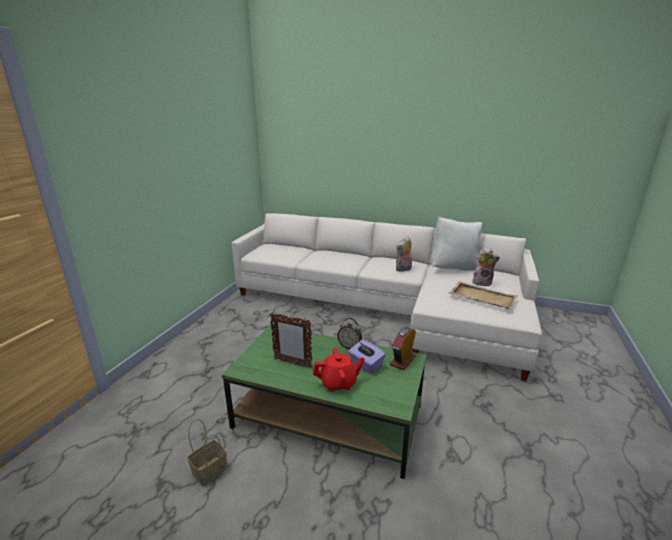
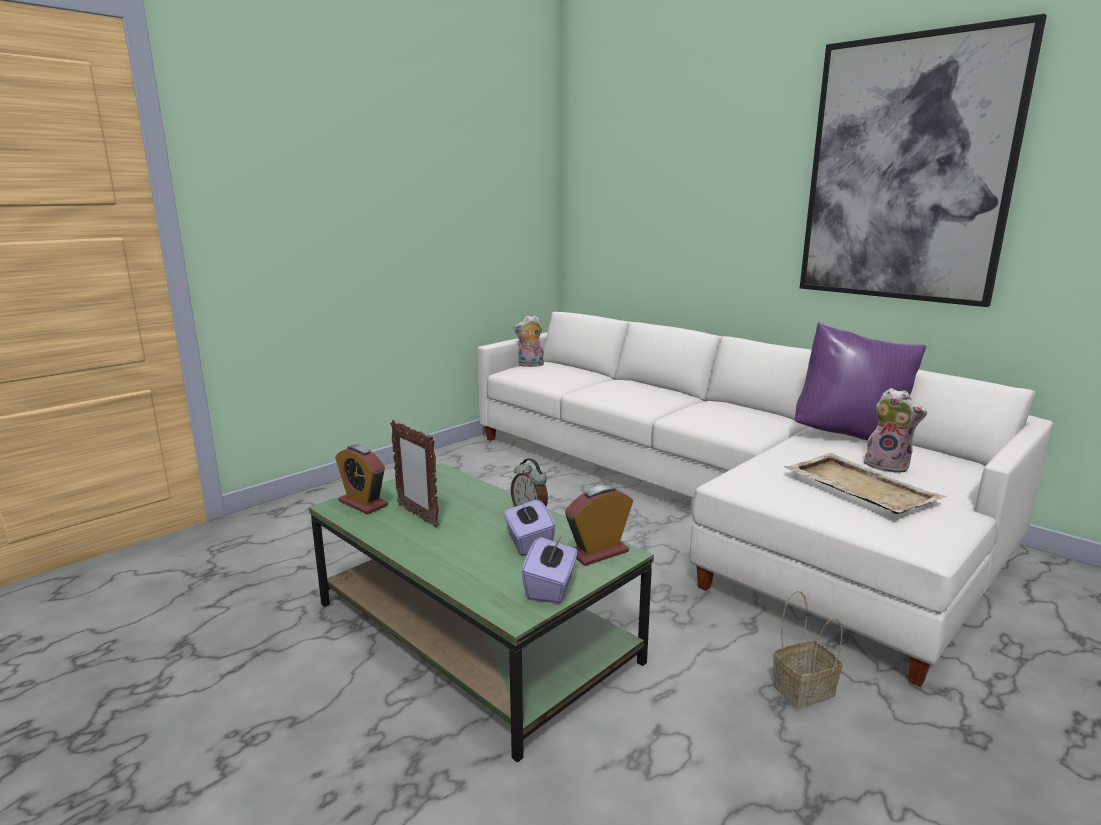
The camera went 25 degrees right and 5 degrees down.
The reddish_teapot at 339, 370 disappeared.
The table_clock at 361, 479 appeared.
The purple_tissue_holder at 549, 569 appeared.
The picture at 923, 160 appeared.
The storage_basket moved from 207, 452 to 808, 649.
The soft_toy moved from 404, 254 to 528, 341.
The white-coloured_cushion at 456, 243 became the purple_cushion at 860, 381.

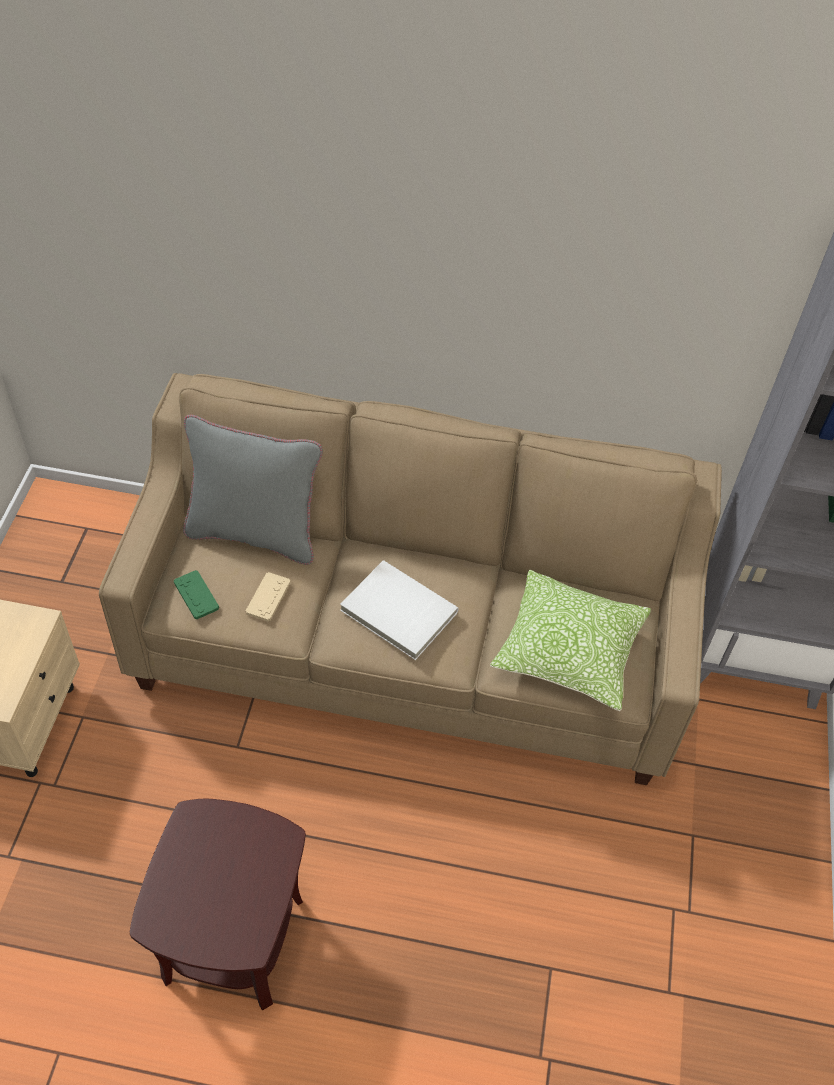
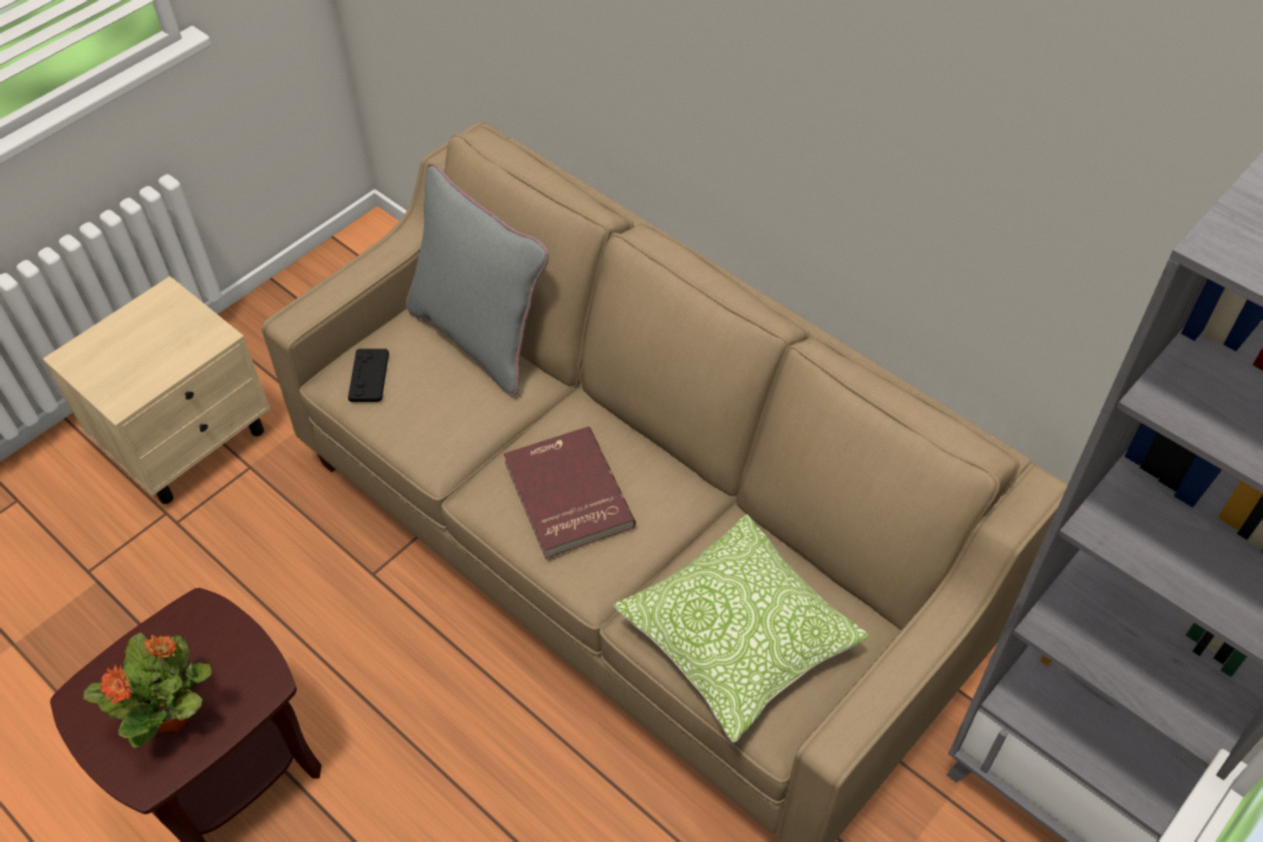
The camera went 35 degrees right and 0 degrees up.
The beige-coloured_game_controller at 268, 597 disappeared.
The potted_plant at 147, 690 appeared.
The green_game_controller at 196, 594 became the blackish_game_controller at 368, 375.
The white-coloured_volume at 399, 610 became the reddish_volume at 570, 492.

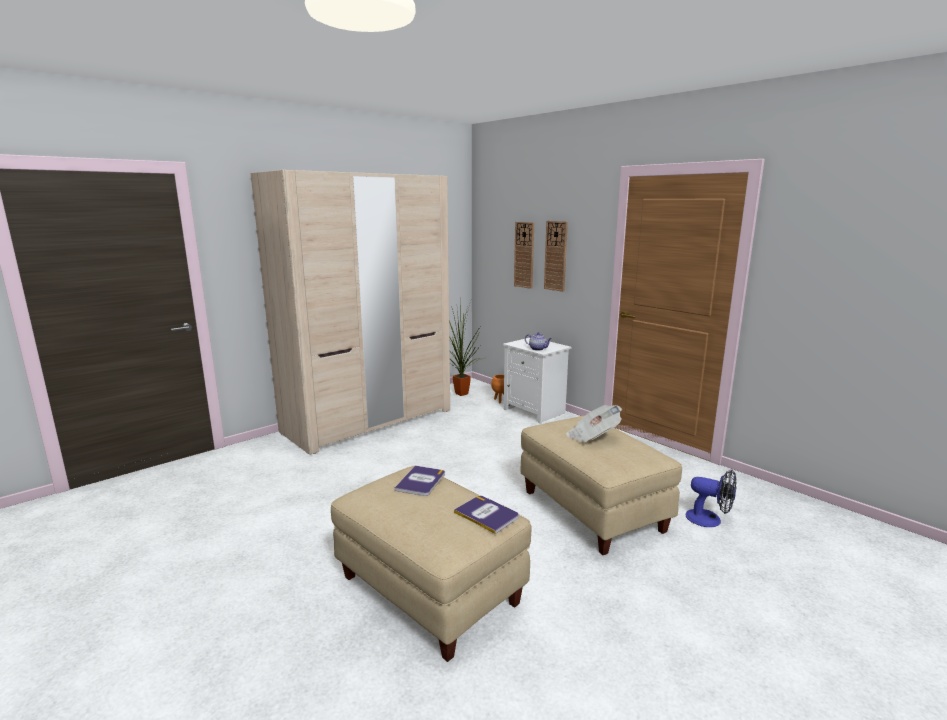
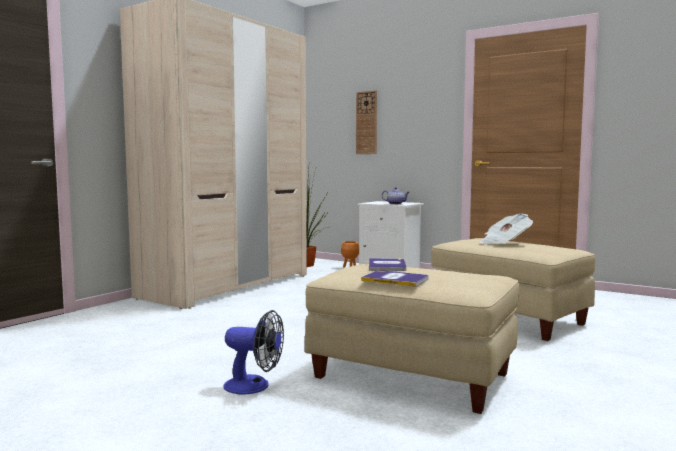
The camera went 15 degrees left and 10 degrees down.
The clock_on_the_wall at 556, 256 disappeared.
The volume moved from 486, 515 to 395, 278.
The electric_fan moved from 711, 498 to 253, 352.

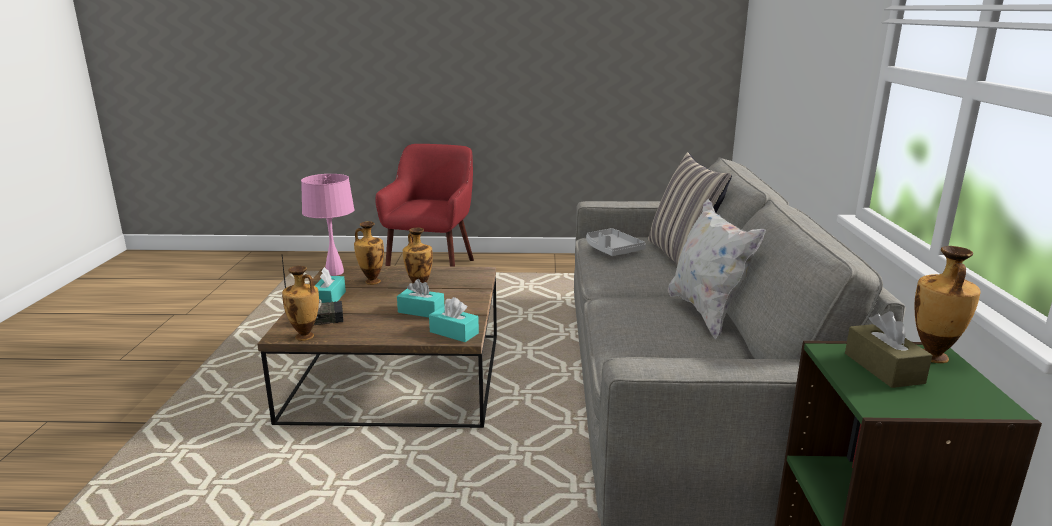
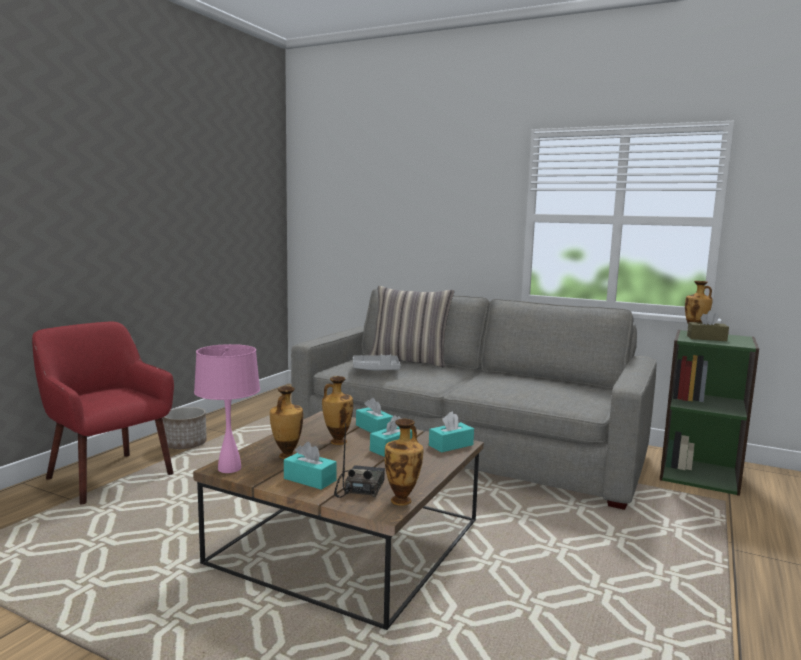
The camera went 65 degrees left and 10 degrees down.
The white-coloured_cushion at 717, 269 disappeared.
The flower_pot at 184, 428 appeared.
The turquoise-coloured_tissue_holder at 374, 415 appeared.

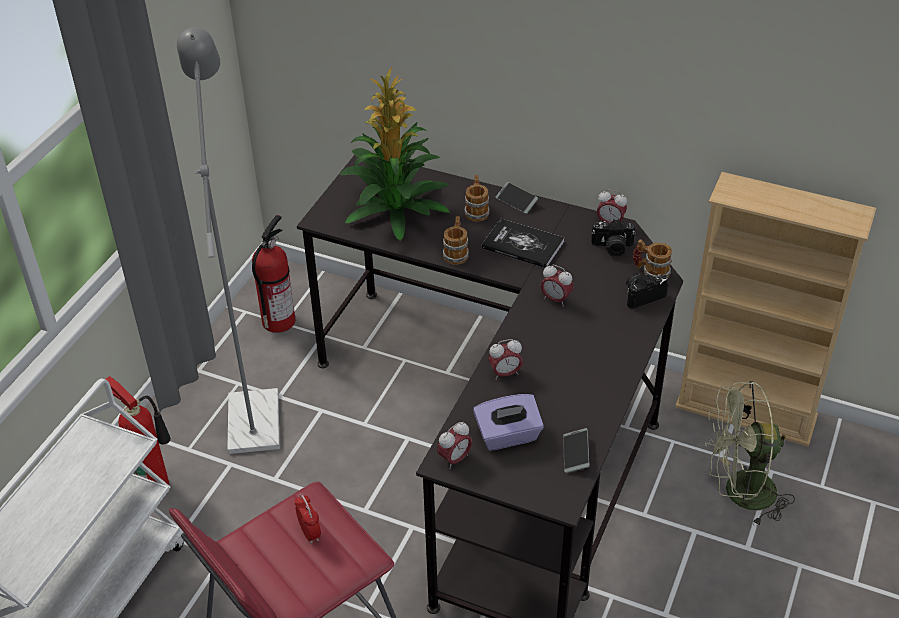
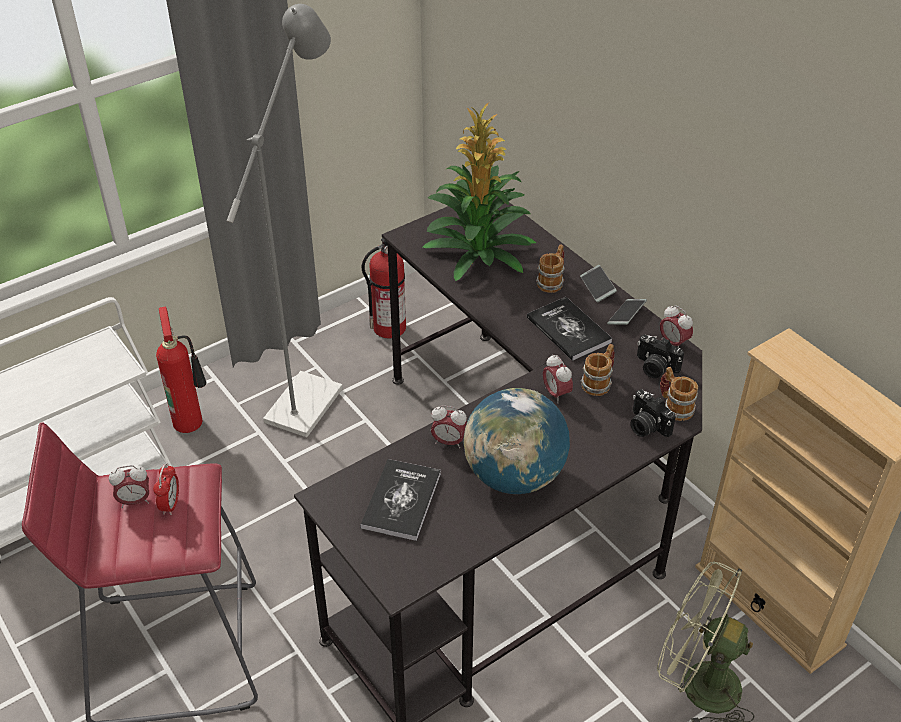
The camera went 30 degrees right and 0 degrees up.
The world_globe at 517, 441 appeared.
The table_clock moved from 454, 445 to 129, 486.
The tea_mug moved from 456, 240 to 598, 370.
The phone moved from 576, 450 to 627, 312.
The purple_tissue_holder at 508, 422 was replaced by the volume at 400, 500.
The still_camera at 647, 291 turned 135 degrees counterclockwise.

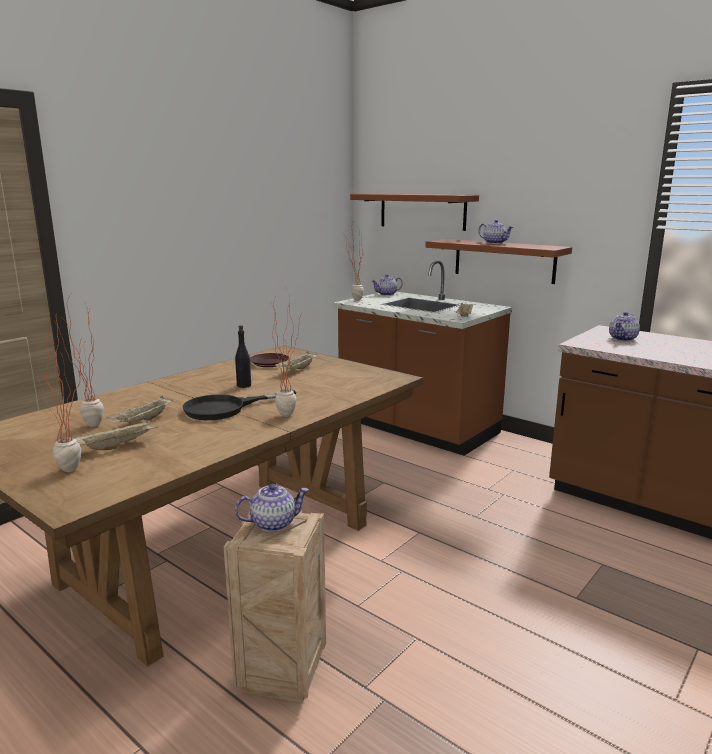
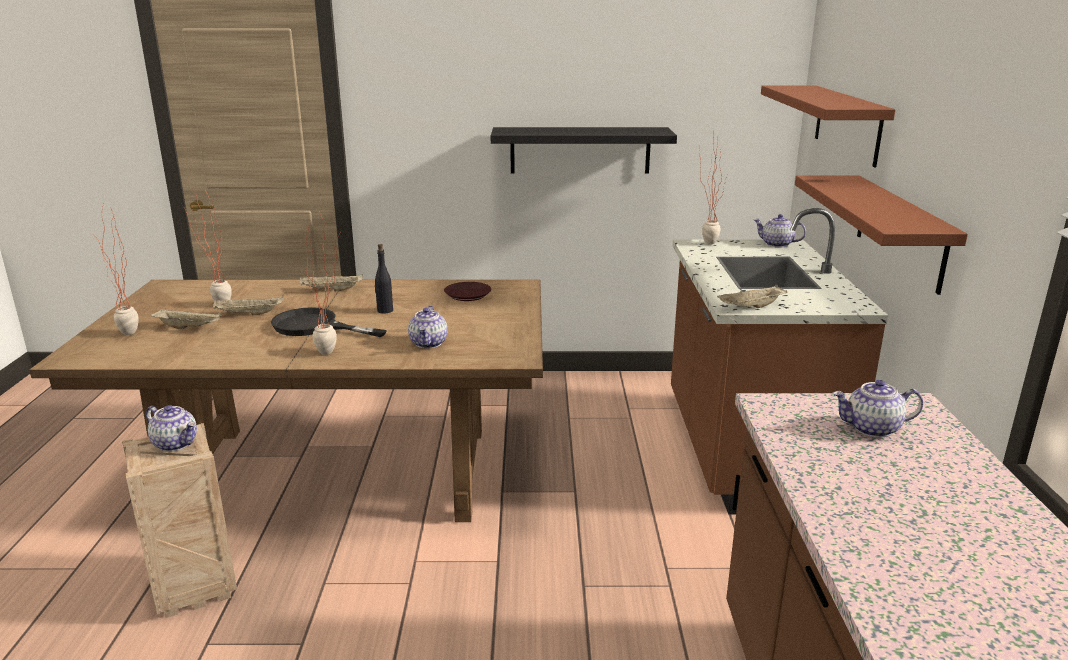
The camera went 50 degrees right and 5 degrees up.
The blackish_bracket_shelf at 584, 150 appeared.
The beige-coloured_tray moved from 296, 361 to 331, 282.
The teapot moved from 495, 232 to 427, 327.

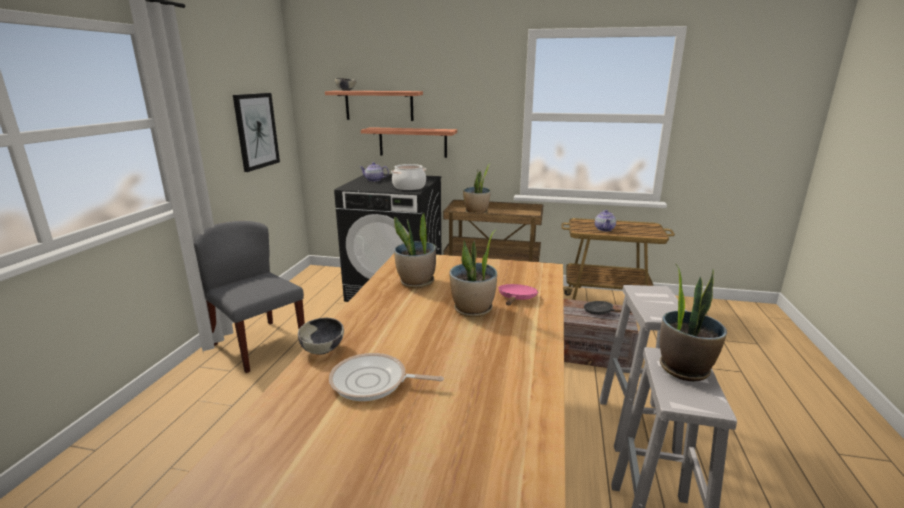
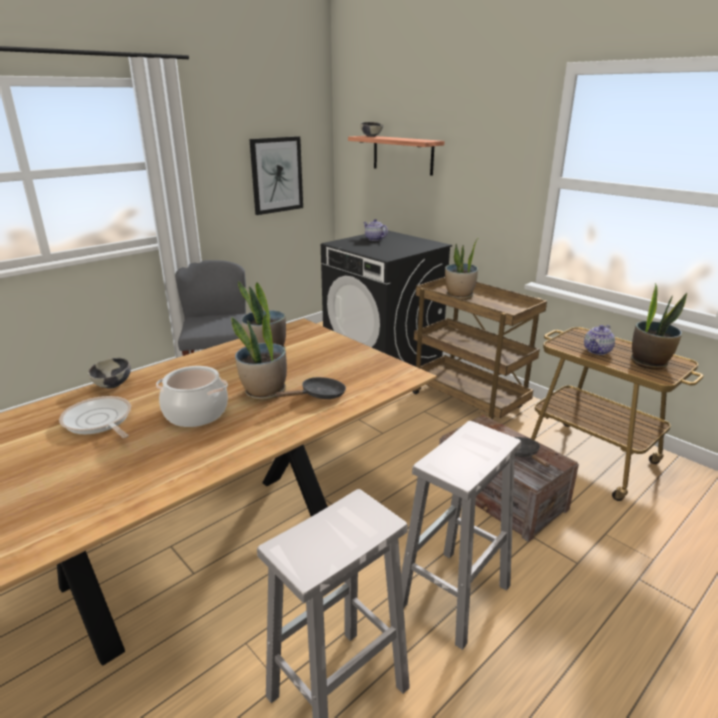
The camera went 35 degrees right and 5 degrees up.
The bracket_shelf at 409, 142 disappeared.
The saucepot moved from 408, 177 to 192, 396.
The potted_plant moved from 693, 322 to 659, 326.
The pink_skillet at 518, 294 became the blackish_skillet at 311, 388.

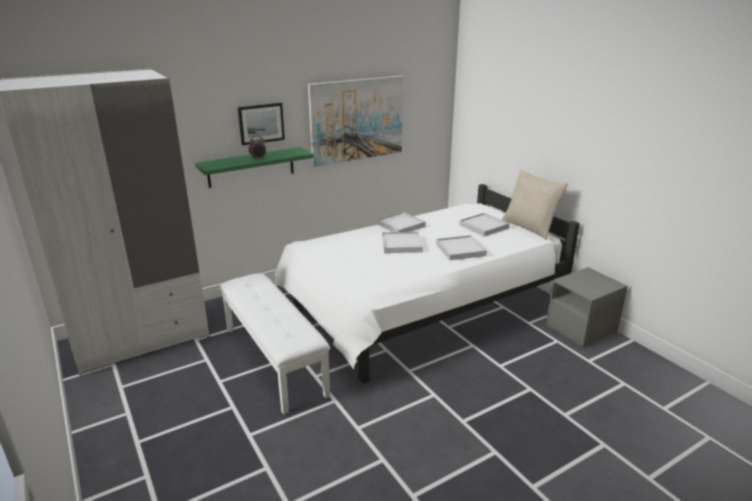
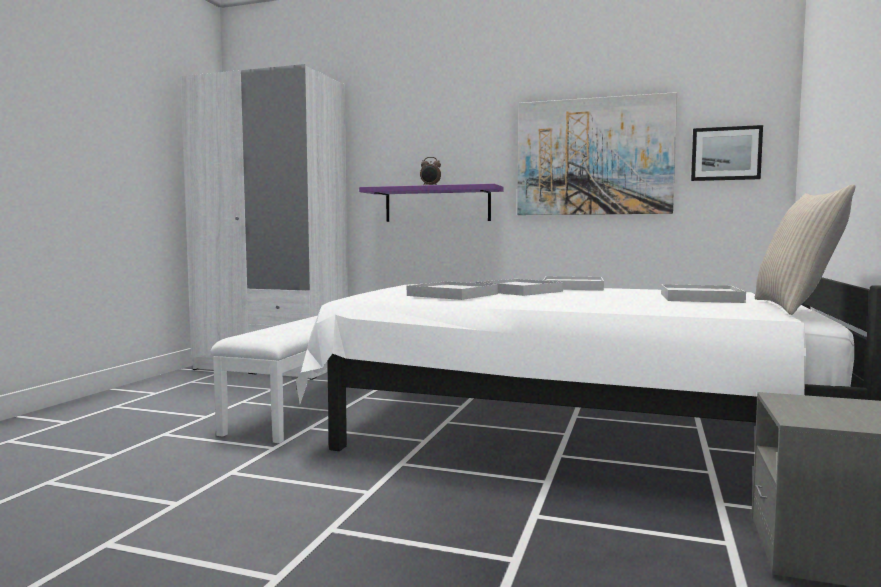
The camera went 50 degrees right and 20 degrees down.
The picture moved from 261, 124 to 727, 153.
The white-coloured_tray moved from 461, 247 to 452, 290.
The green_bracket_shelf at 254, 167 became the purple_bracket_shelf at 431, 203.

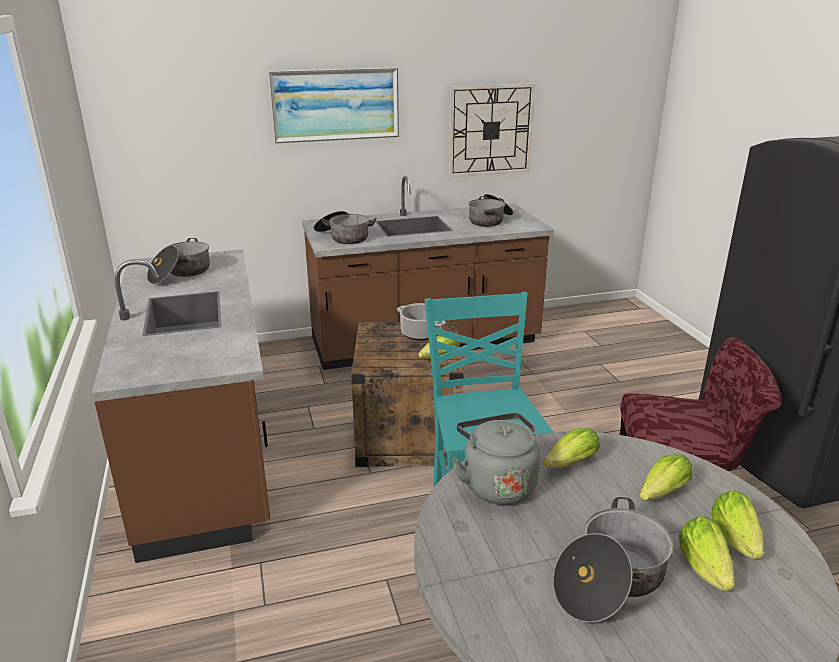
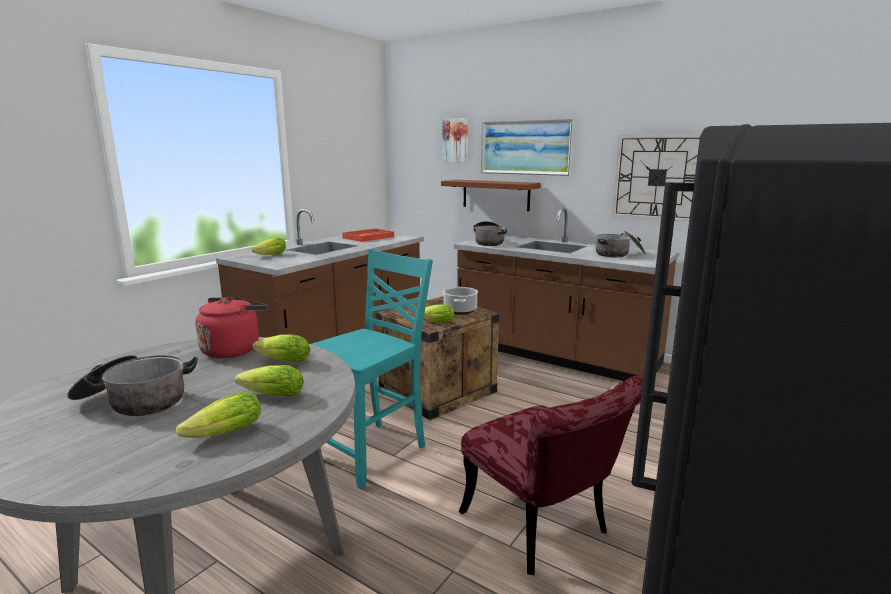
The camera went 50 degrees right and 10 degrees down.
The brown_bracket_shelf at 491, 195 appeared.
The picture at 455, 140 appeared.
The lettuce moved from 707, 553 to 269, 246.
The saucepot at 178, 261 was replaced by the reddish_tray at 368, 235.
The greyish_tea_kettle at 496, 459 became the reddish_tea_kettle at 231, 327.

